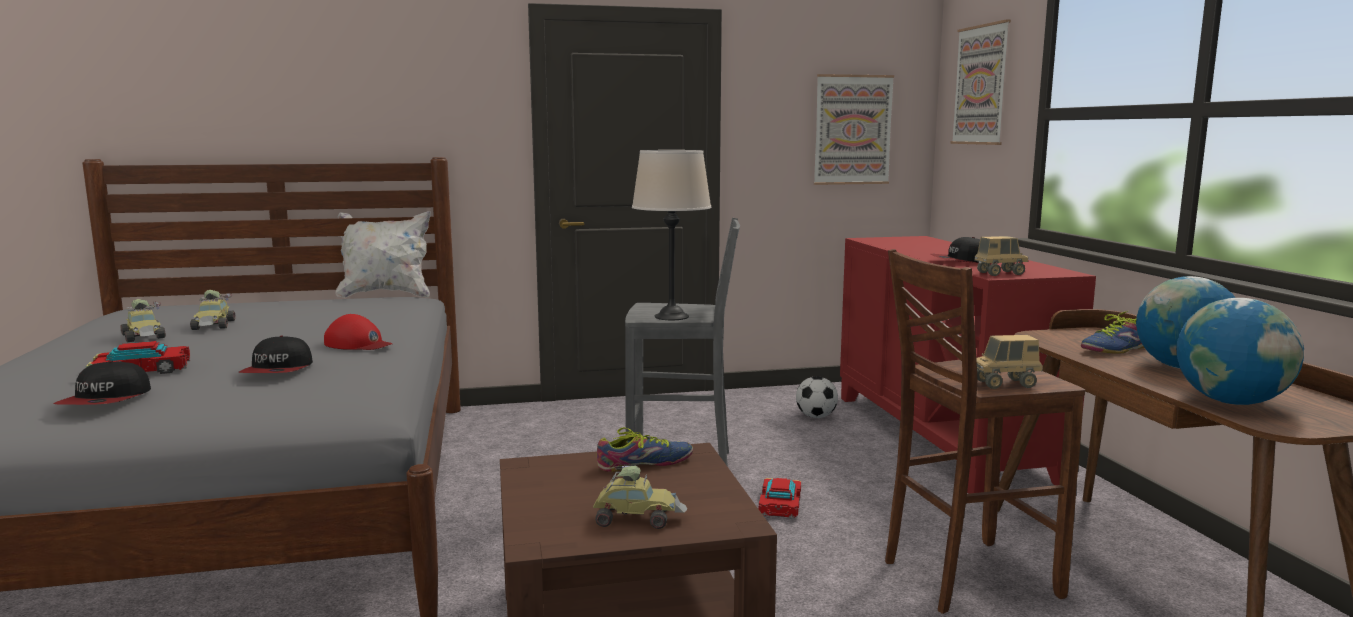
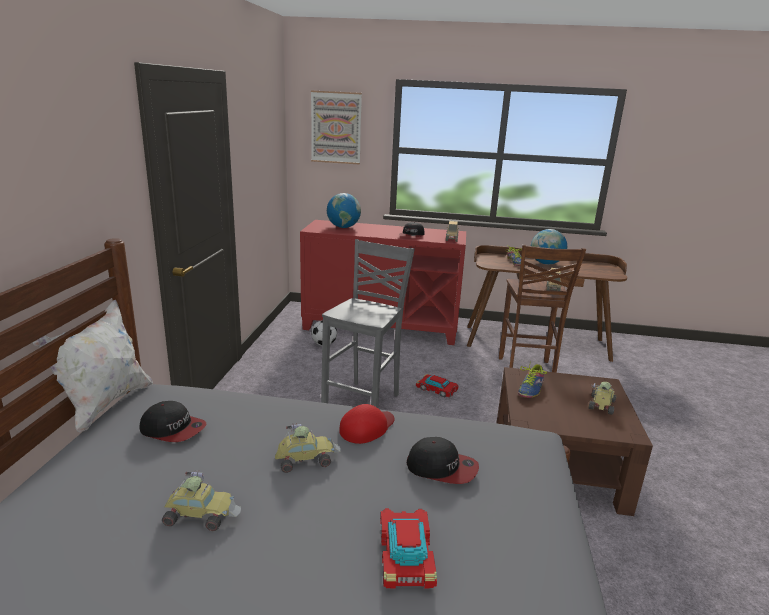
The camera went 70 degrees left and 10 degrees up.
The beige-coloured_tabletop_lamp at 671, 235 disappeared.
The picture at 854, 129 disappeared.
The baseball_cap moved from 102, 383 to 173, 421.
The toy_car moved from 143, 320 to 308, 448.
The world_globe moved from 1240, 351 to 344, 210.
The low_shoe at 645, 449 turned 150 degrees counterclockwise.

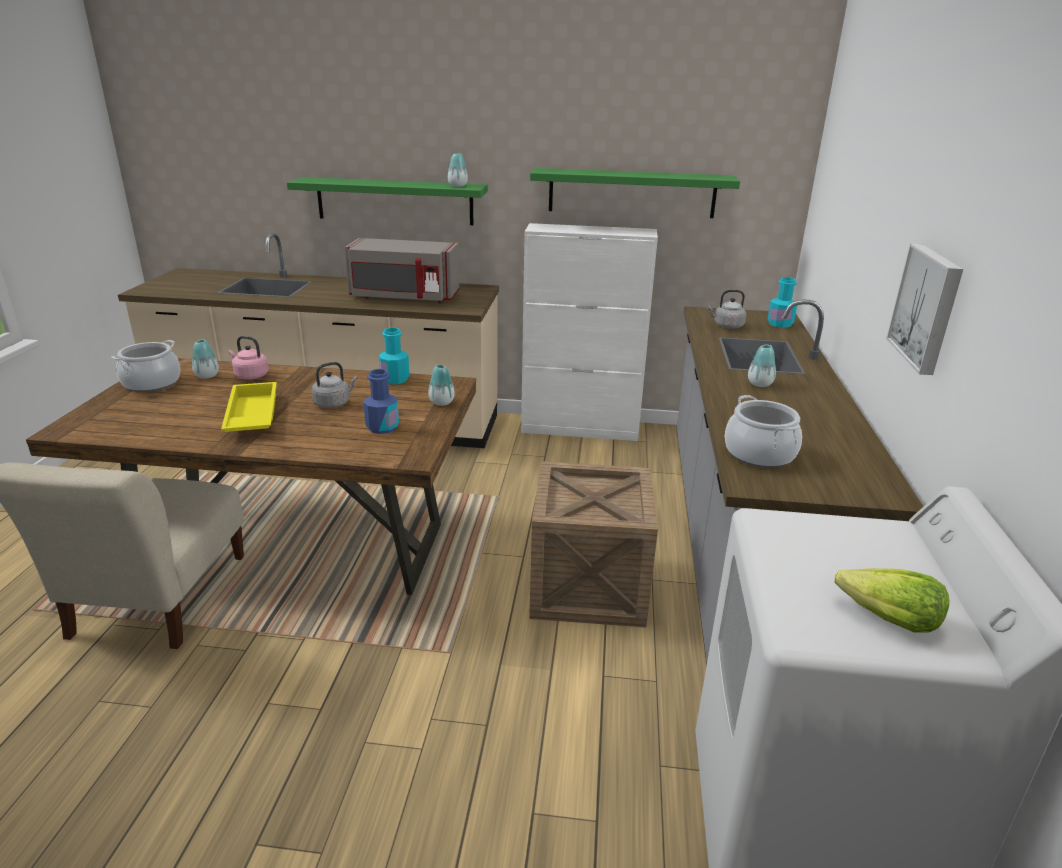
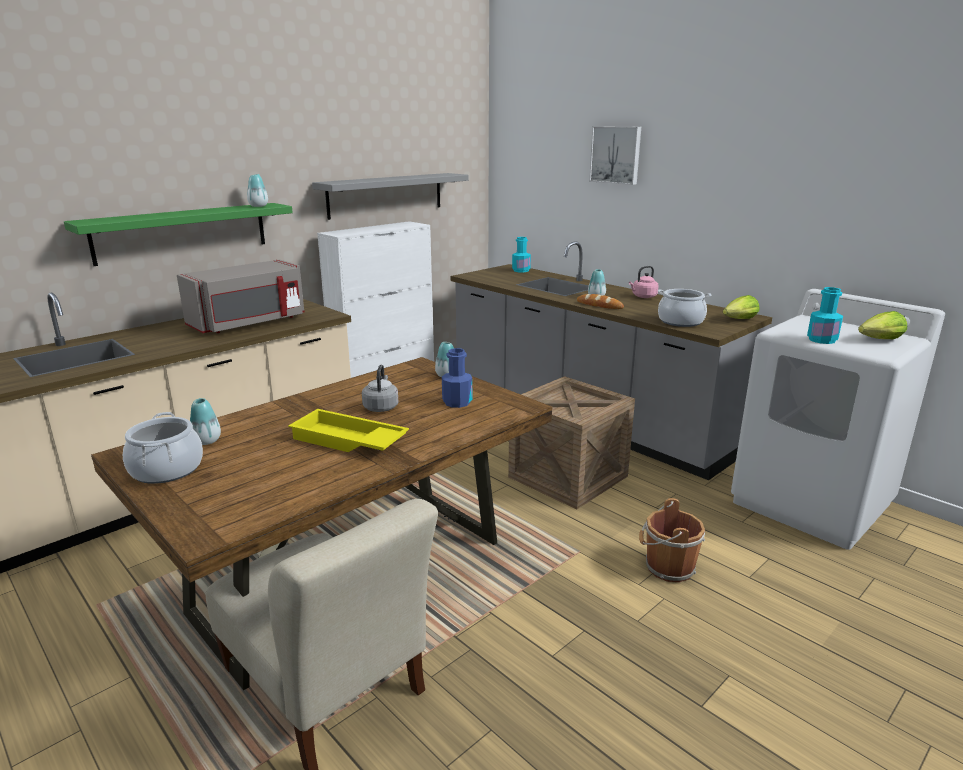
The camera went 50 degrees left and 5 degrees down.
The greyish_tea_kettle at 726, 309 disappeared.
The bread at 600, 301 appeared.
The brown_water_bucket at 672, 540 appeared.
The lettuce at 741, 307 appeared.
The pink_tea_kettle moved from 249, 358 to 644, 282.
The turquoise-coloured_drink_bottle moved from 394, 356 to 825, 315.
The picture moved from 924, 309 to 615, 155.
The green_bracket_shelf at 635, 193 became the greyish_bracket_shelf at 390, 196.

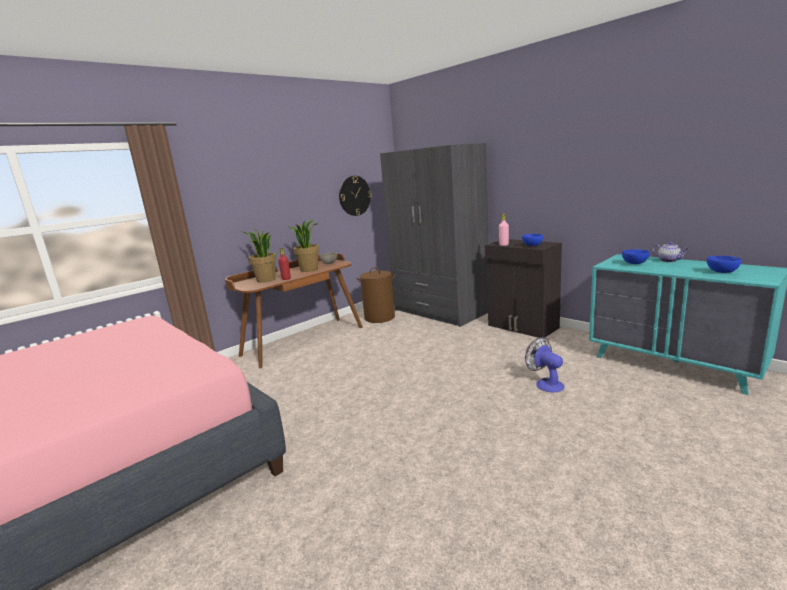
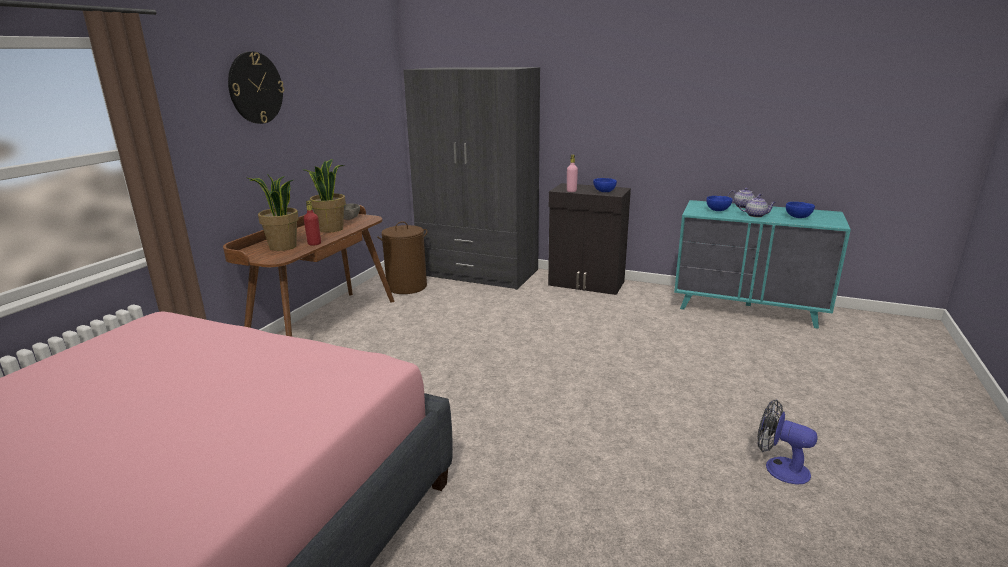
The camera went 25 degrees left and 5 degrees up.
The teapot at 757, 206 appeared.
The clock_on_the_wall moved from 355, 196 to 256, 87.
The electric_fan moved from 544, 365 to 787, 442.

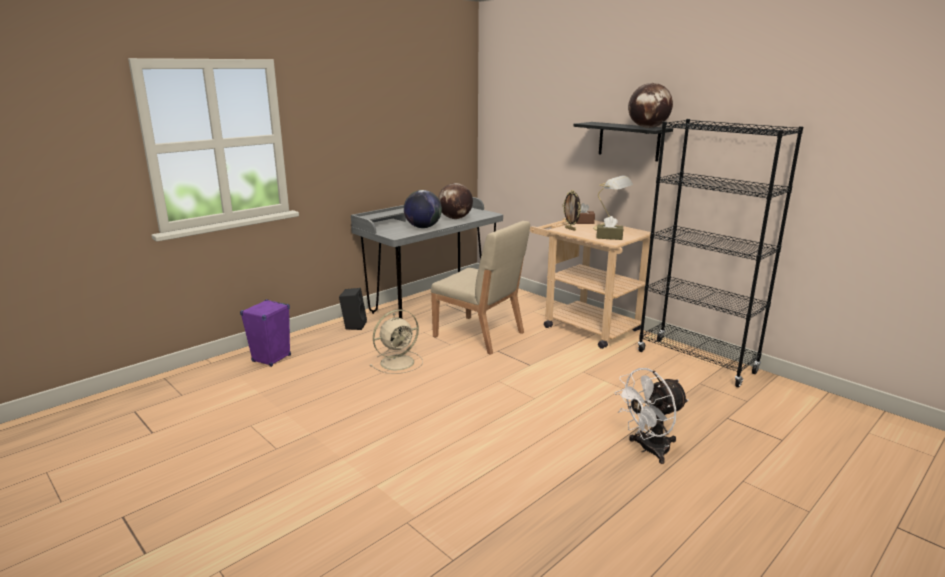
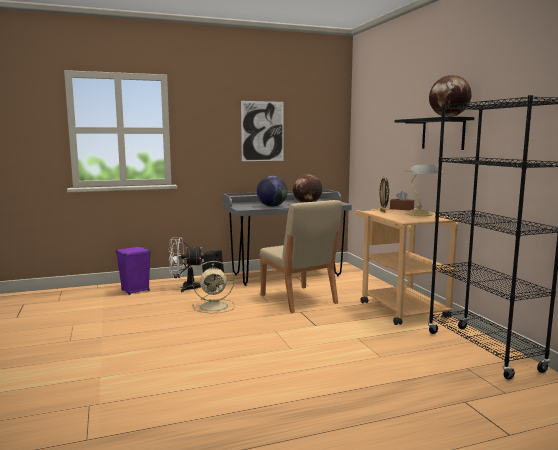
The camera went 25 degrees right and 10 degrees down.
The brown_tissue_holder at 609, 228 disappeared.
The picture at 262, 131 appeared.
The white-coloured_electric_fan moved from 652, 416 to 186, 264.

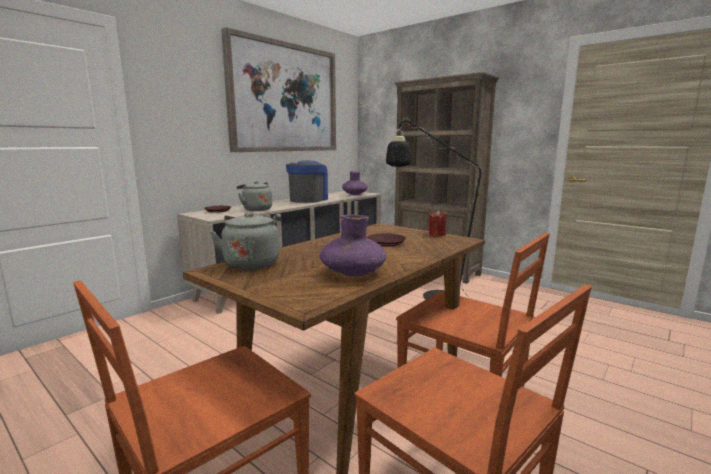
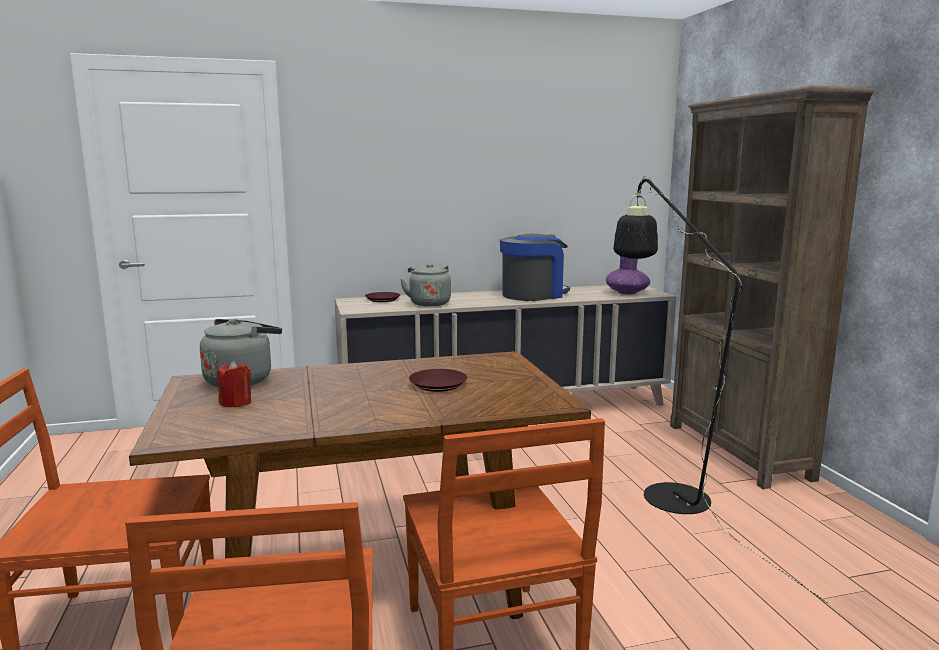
The camera went 35 degrees right and 0 degrees up.
The picture at 278, 89 disappeared.
The purple_flower_vase at 353, 246 disappeared.
The reddish_wax_light moved from 437, 223 to 234, 384.

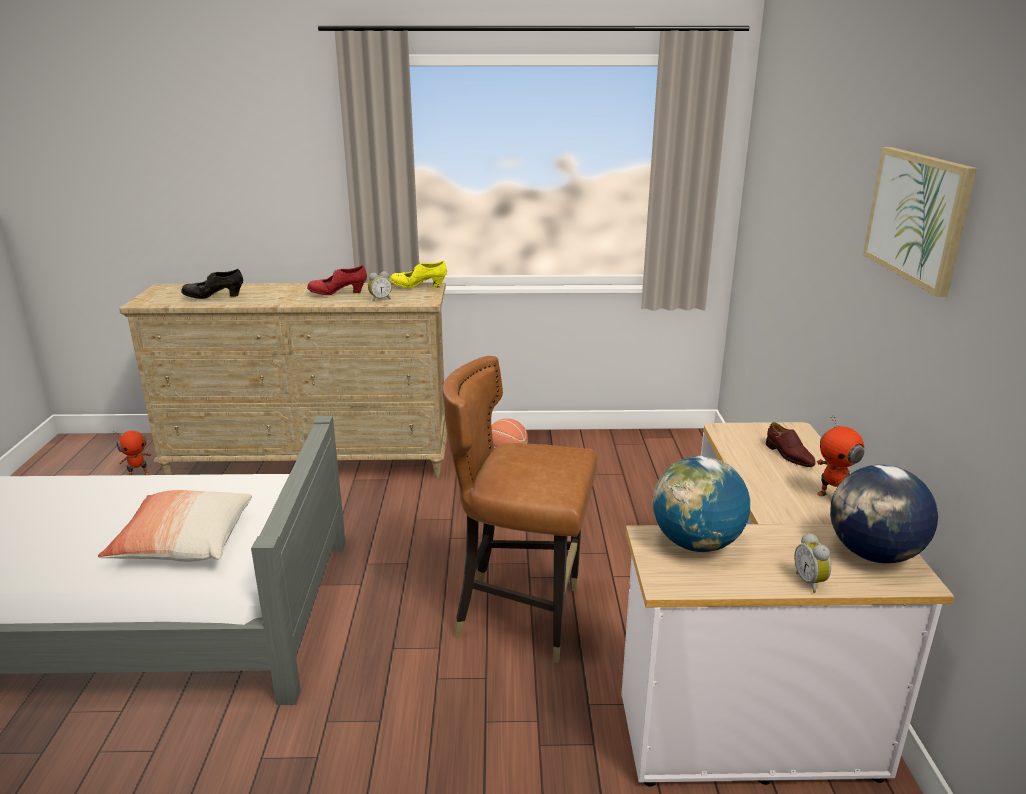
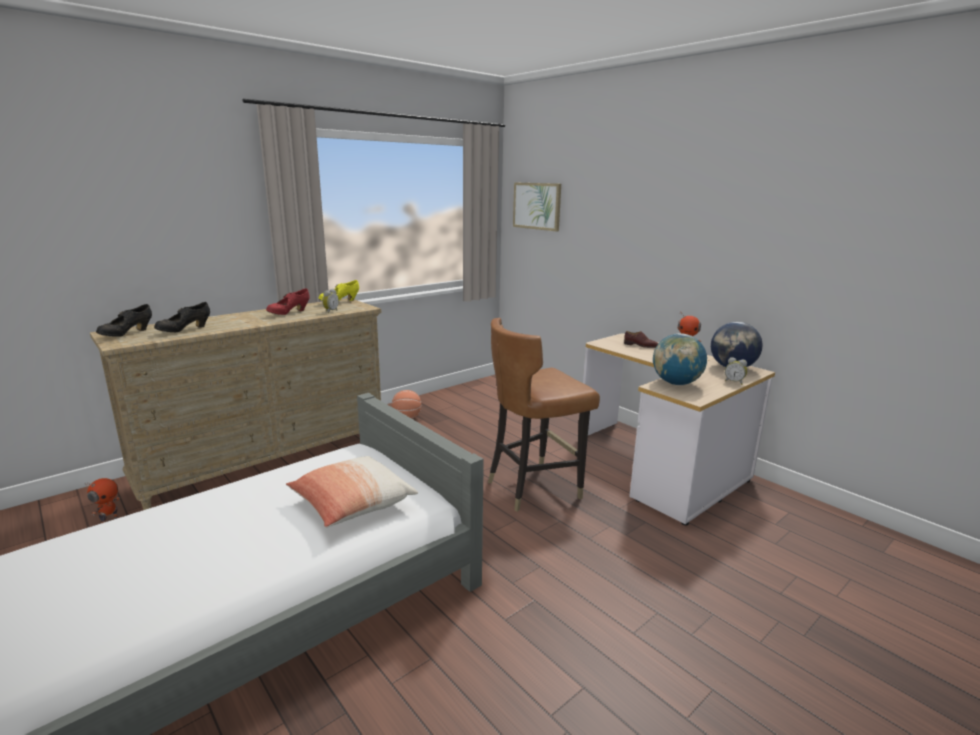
The camera went 40 degrees left and 5 degrees down.
The blackish_low_shoe at 124, 320 appeared.
The picture moved from 920, 222 to 537, 207.

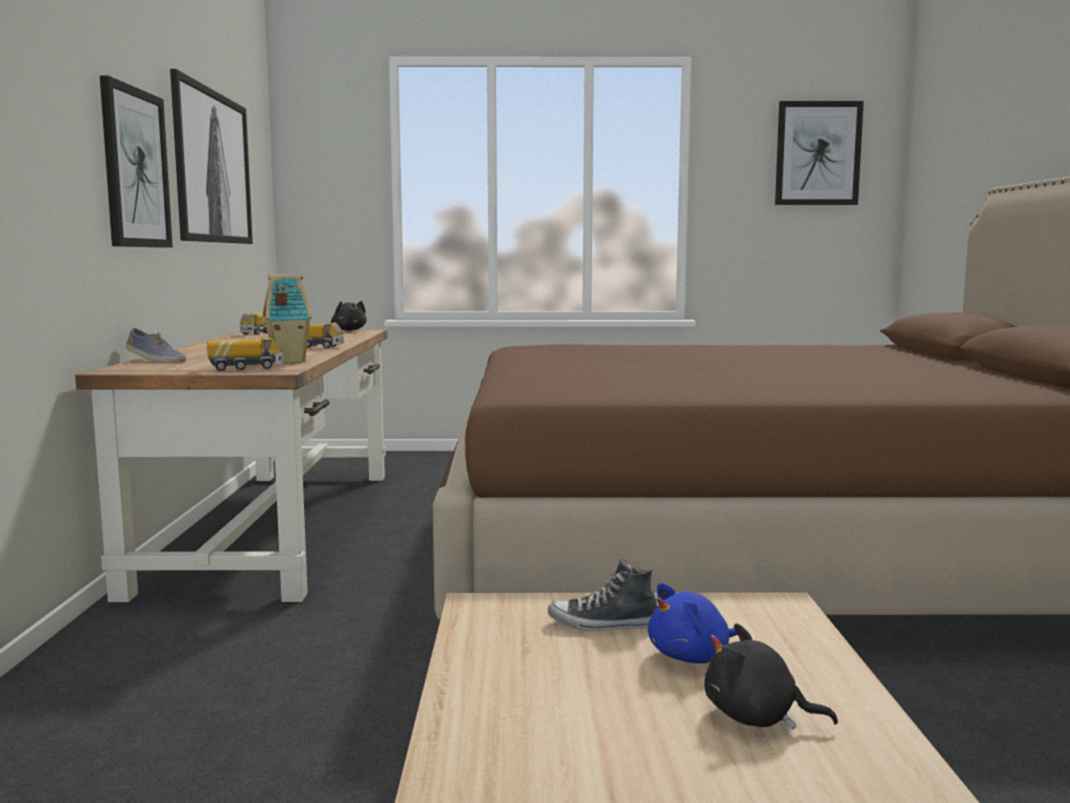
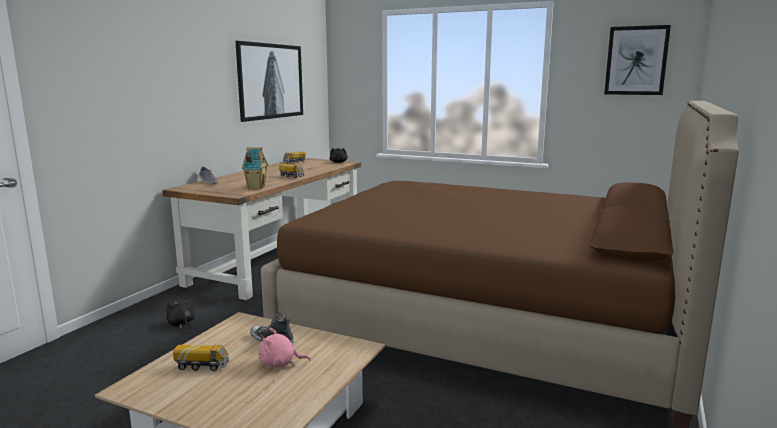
The camera went 25 degrees right and 5 degrees up.
The picture at 136, 162 disappeared.
The toy_lorry moved from 245, 354 to 201, 358.
The blackish_soft_toy moved from 771, 676 to 180, 314.
The blue-coloured_soft_toy at 692, 623 became the pink_soft_toy at 284, 348.

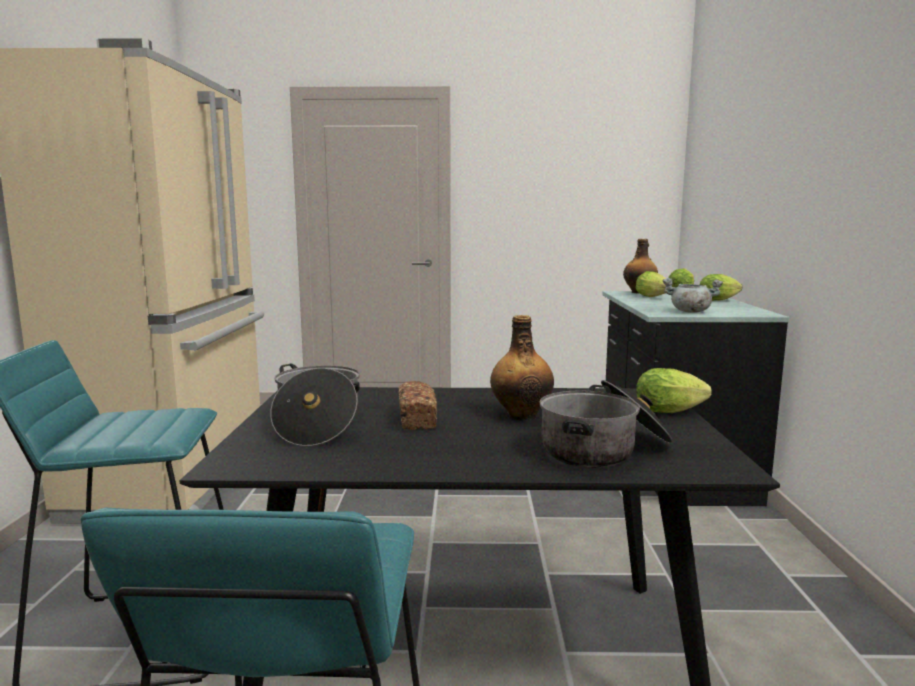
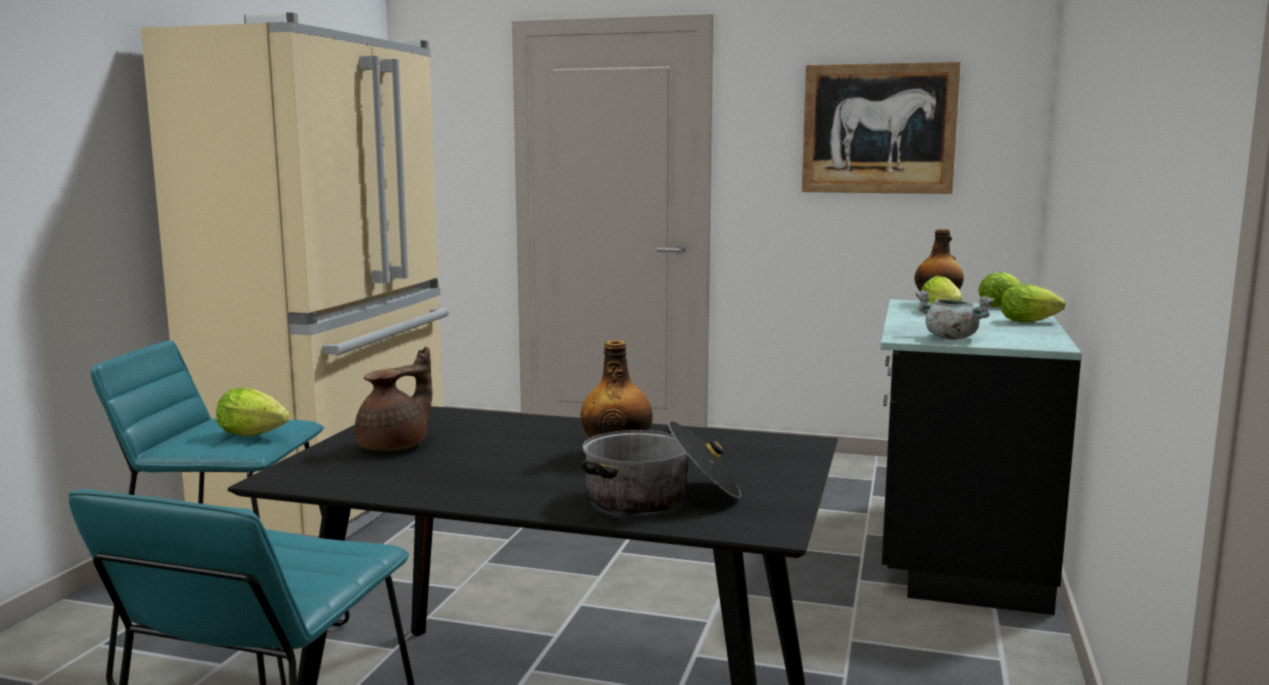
The camera went 15 degrees right and 0 degrees up.
The bread at 417, 405 disappeared.
The picture at 881, 128 appeared.
The lettuce moved from 674, 390 to 253, 412.
The saucepot at 315, 405 was replaced by the brown_teapot at 393, 399.

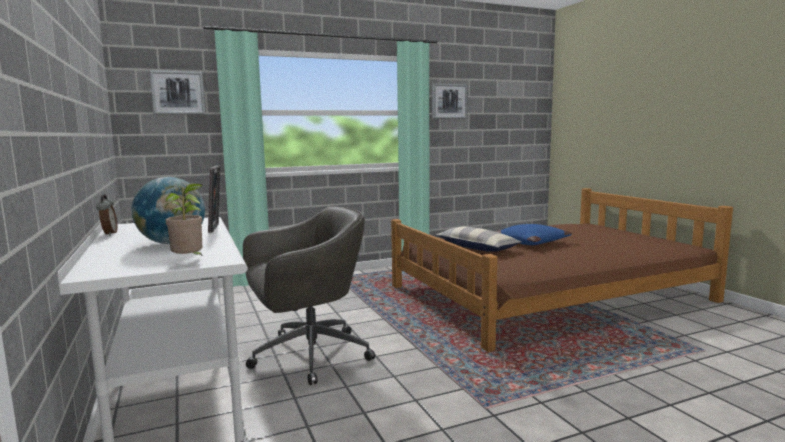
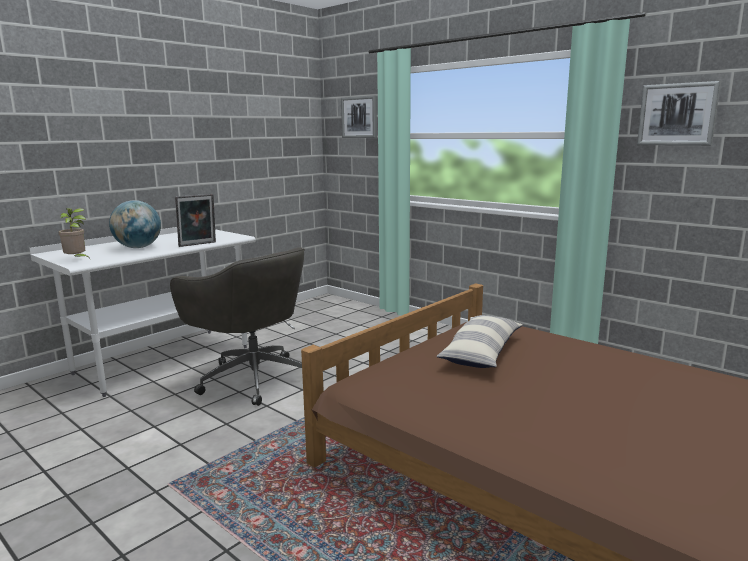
The camera went 65 degrees right and 5 degrees up.
The table_clock at 107, 215 disappeared.
The blue-coloured_cushion at 534, 234 disappeared.

